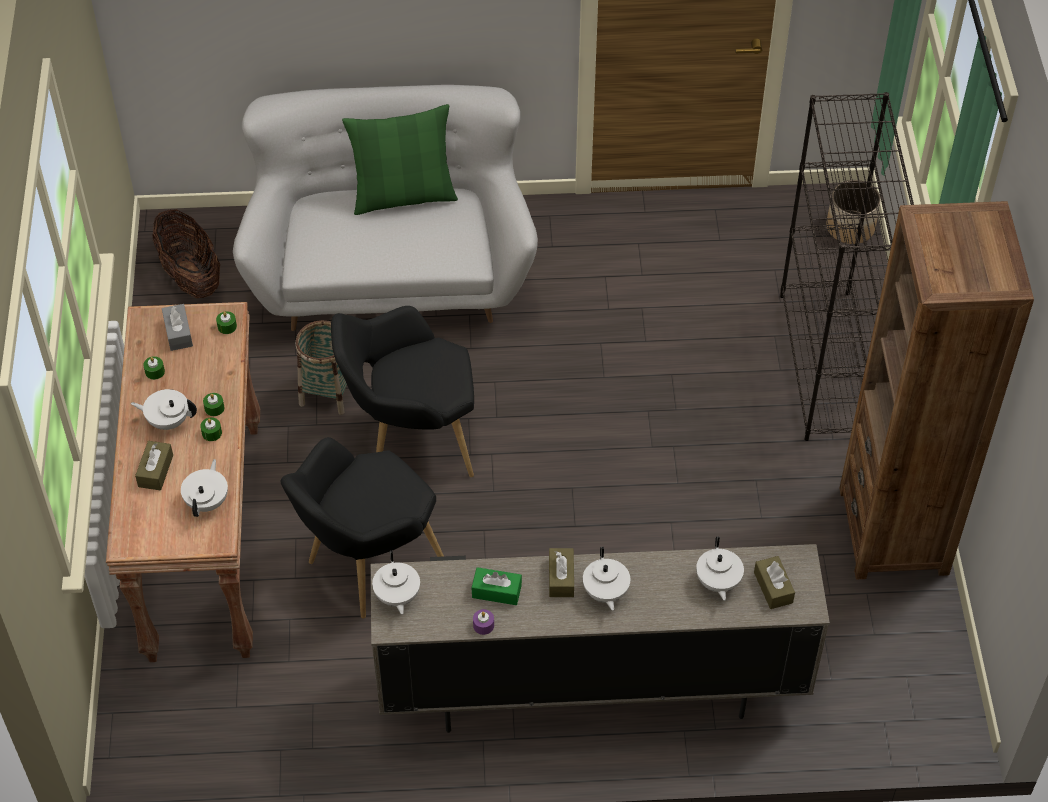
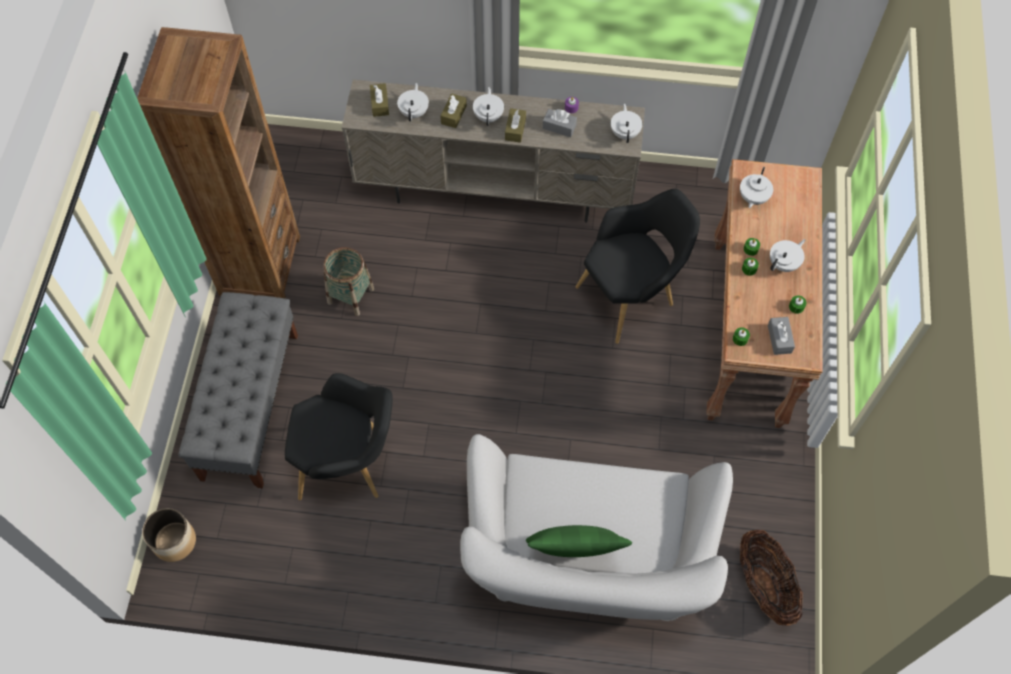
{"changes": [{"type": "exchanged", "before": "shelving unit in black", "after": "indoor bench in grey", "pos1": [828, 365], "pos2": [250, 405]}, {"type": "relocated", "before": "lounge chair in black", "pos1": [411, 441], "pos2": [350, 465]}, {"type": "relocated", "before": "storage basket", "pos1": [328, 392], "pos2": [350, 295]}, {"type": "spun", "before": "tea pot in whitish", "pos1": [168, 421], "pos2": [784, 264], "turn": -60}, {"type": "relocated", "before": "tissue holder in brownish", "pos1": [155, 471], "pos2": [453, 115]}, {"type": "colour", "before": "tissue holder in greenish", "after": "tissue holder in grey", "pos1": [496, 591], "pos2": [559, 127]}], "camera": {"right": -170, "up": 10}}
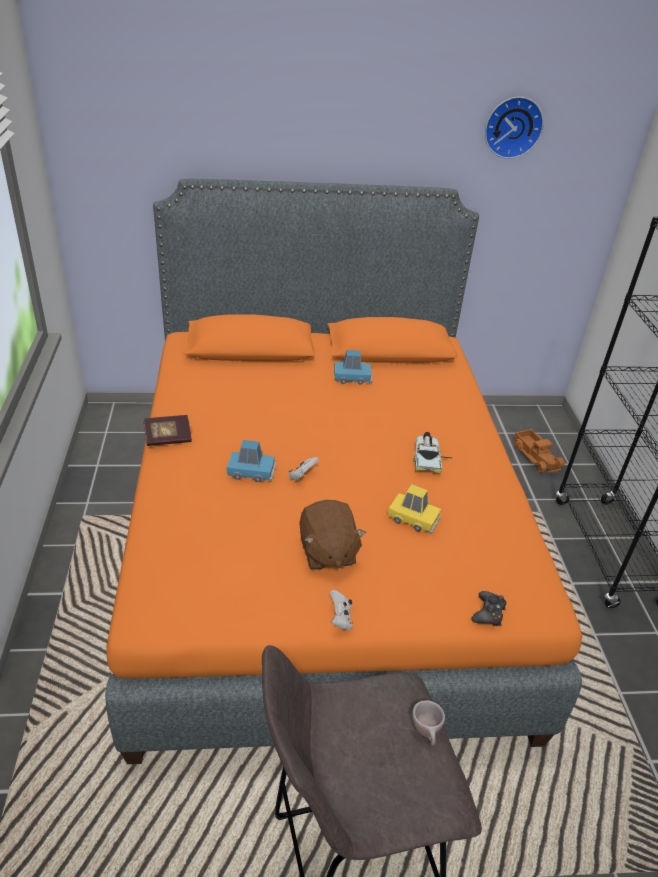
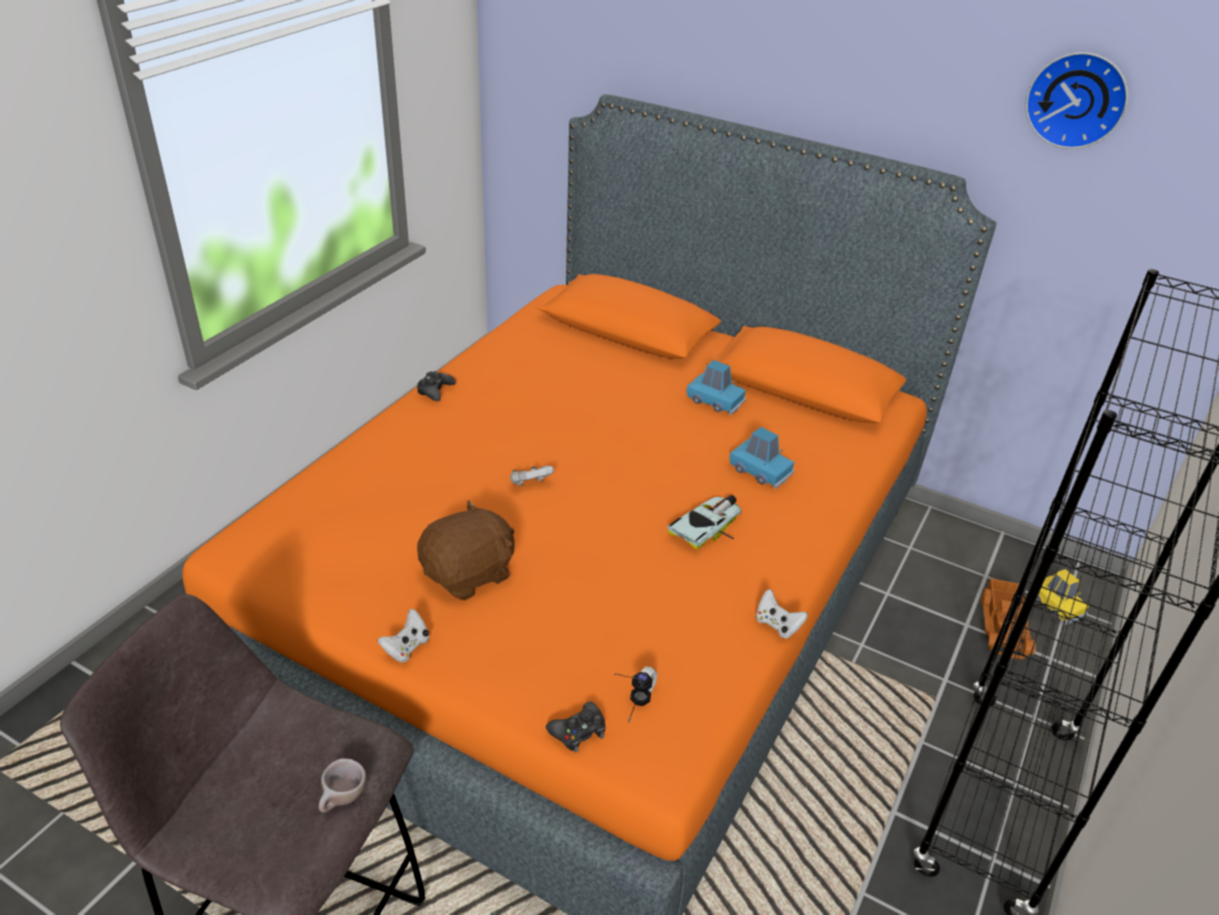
{"changes": [{"type": "exchanged", "before": "bound book", "after": "joypad in black", "pos1": [168, 438], "pos2": [435, 390]}, {"type": "relocated", "before": "model car in blue", "pos1": [251, 472], "pos2": [760, 471]}, {"type": "relocated", "before": "model car in yellow-coloured", "pos1": [413, 519], "pos2": [1056, 605]}, {"type": "spun", "before": "soft toy in brownish", "pos1": [327, 552], "pos2": [469, 574], "turn": -150}, {"type": "appeared", "after": "joypad in whitish", "pos2": [777, 625]}, {"type": "appeared", "after": "headset", "pos2": [627, 707]}], "camera": {"right": 35, "up": 0}}
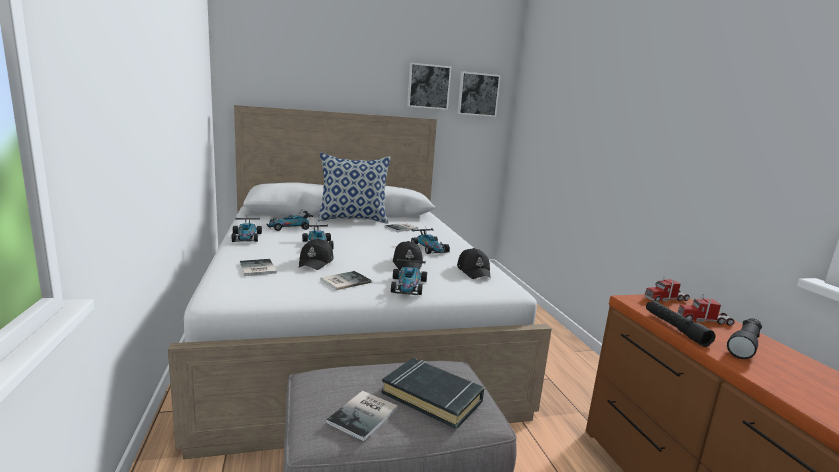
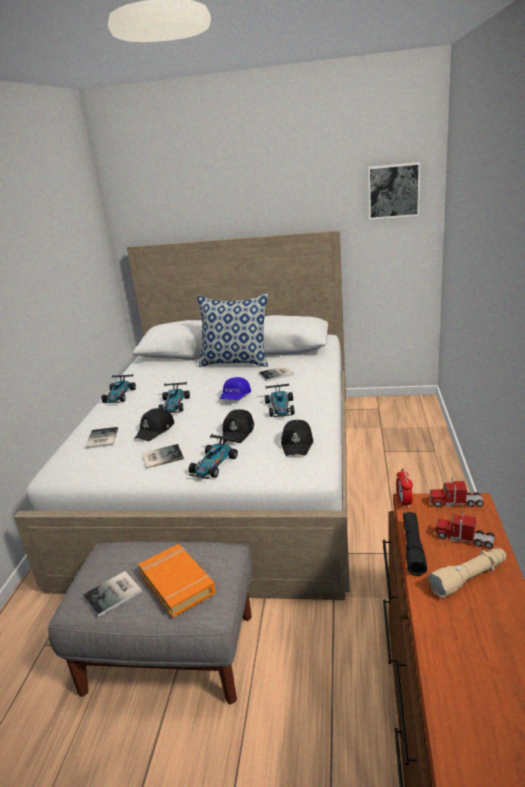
{"changes": [{"type": "missing", "before": "wall picture", "pos1": [428, 86]}, {"type": "missing", "before": "model car", "pos1": [290, 227]}, {"type": "colour", "before": "torch in black", "after": "torch in beige-coloured", "pos1": [744, 345], "pos2": [469, 578]}, {"type": "colour", "before": "bound book in black", "after": "bound book in orangey", "pos1": [432, 397], "pos2": [177, 583]}, {"type": "appeared", "after": "peaked cap in blue", "pos2": [235, 397]}, {"type": "appeared", "after": "bedside clock", "pos2": [404, 502]}], "camera": {"right": 25, "up": 10}}
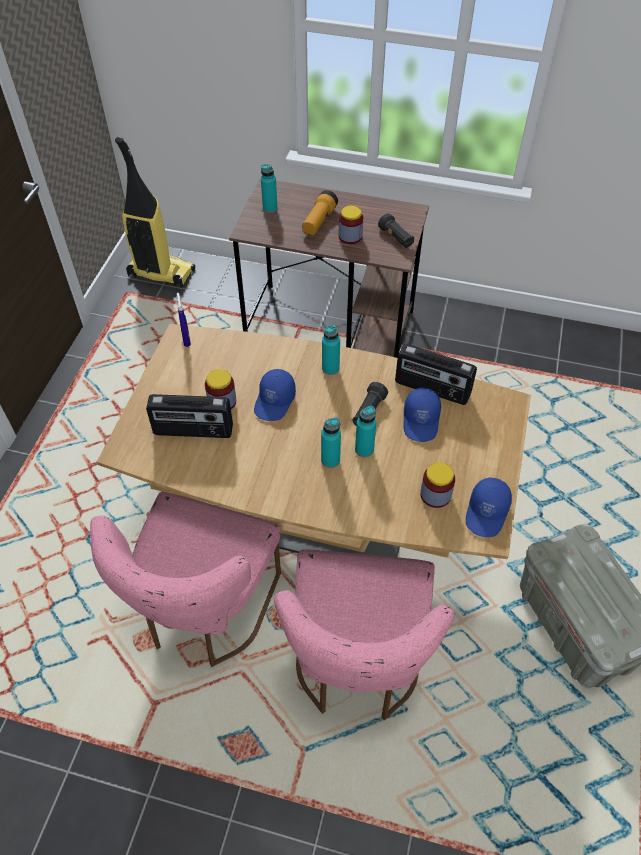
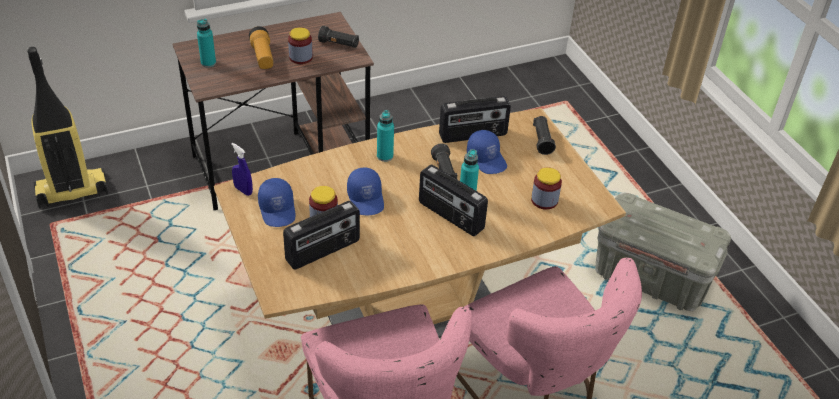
{"changes": [{"type": "exchanged", "before": "beverage bottle in turquoise", "after": "radio", "pos1": [330, 460], "pos2": [450, 216]}, {"type": "relocated", "before": "peaked cap in blue", "pos1": [487, 513], "pos2": [278, 210]}, {"type": "appeared", "after": "torch in black", "pos2": [542, 141]}], "camera": {"right": -40, "up": -10}}
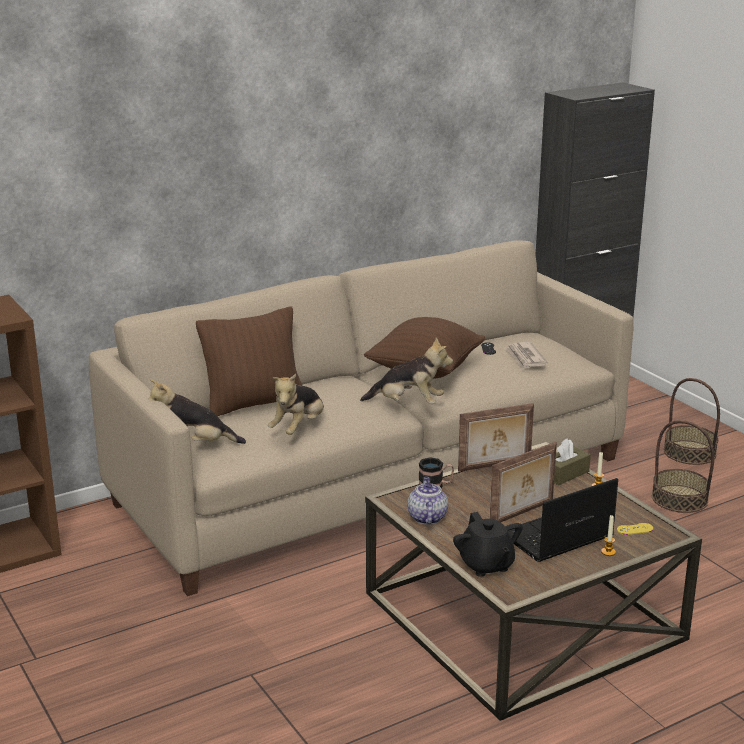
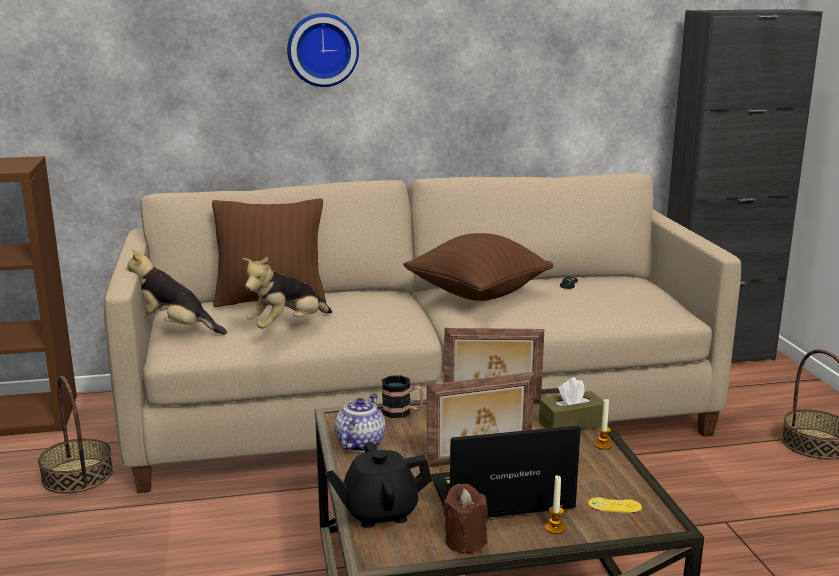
{"changes": [{"type": "missing", "before": "soft toy", "pos1": [408, 404]}, {"type": "missing", "before": "newspaper", "pos1": [525, 358]}, {"type": "relocated", "before": "storage basket", "pos1": [679, 499], "pos2": [77, 475]}, {"type": "spun", "before": "tea pot in black", "pos1": [486, 565], "pos2": [379, 512], "turn": 75}, {"type": "appeared", "after": "hanging clock", "pos2": [322, 50]}, {"type": "appeared", "after": "wax candle in brownish", "pos2": [465, 541]}], "camera": {"right": 20, "up": -5}}
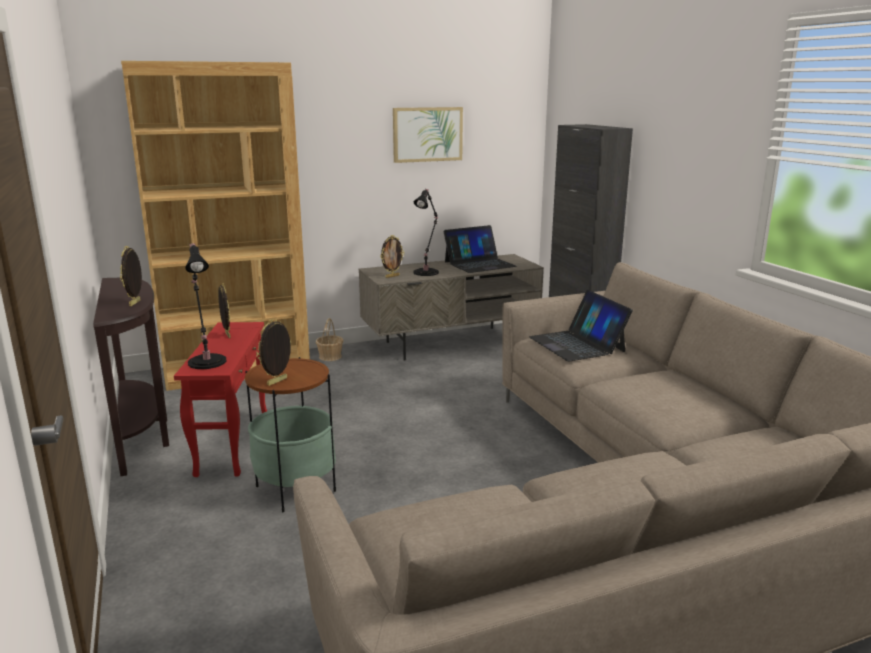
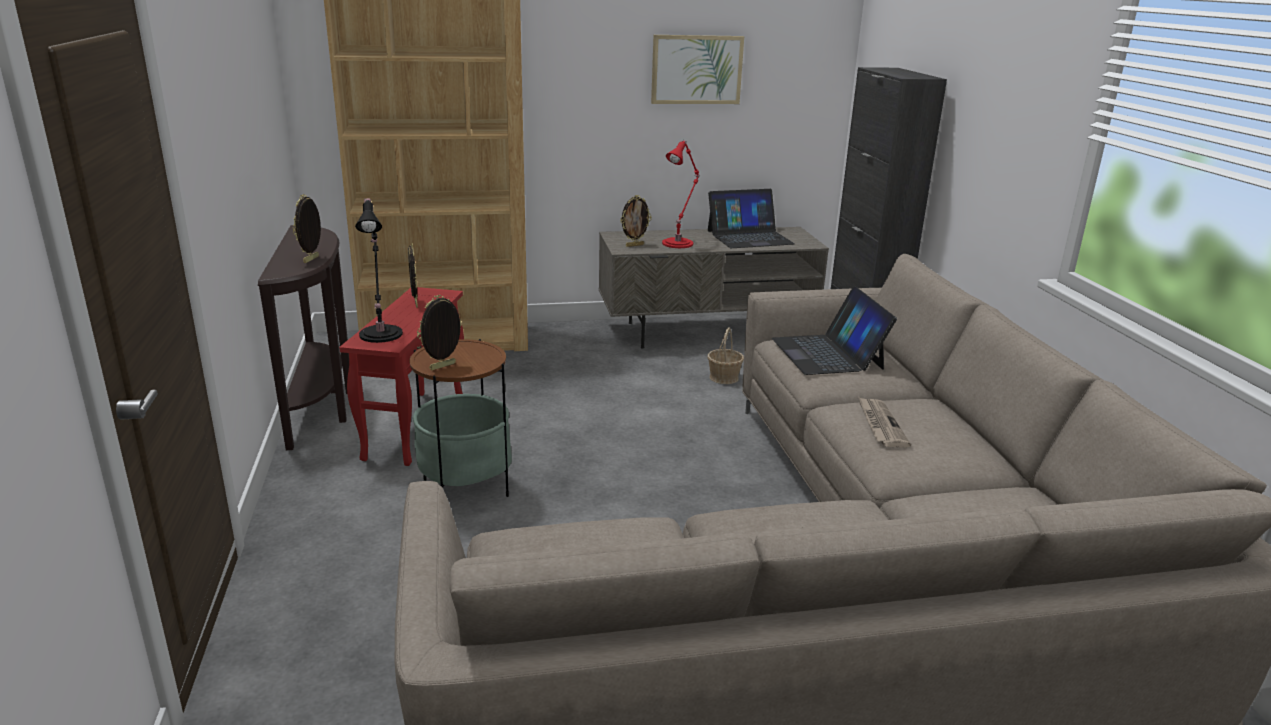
{"changes": [{"type": "colour", "before": "table lamp in black", "after": "table lamp in reddish", "pos1": [427, 272], "pos2": [679, 243]}, {"type": "relocated", "before": "storage basket", "pos1": [330, 357], "pos2": [724, 377]}, {"type": "appeared", "after": "newspaper", "pos2": [880, 424]}], "camera": {"right": 10, "up": 5}}
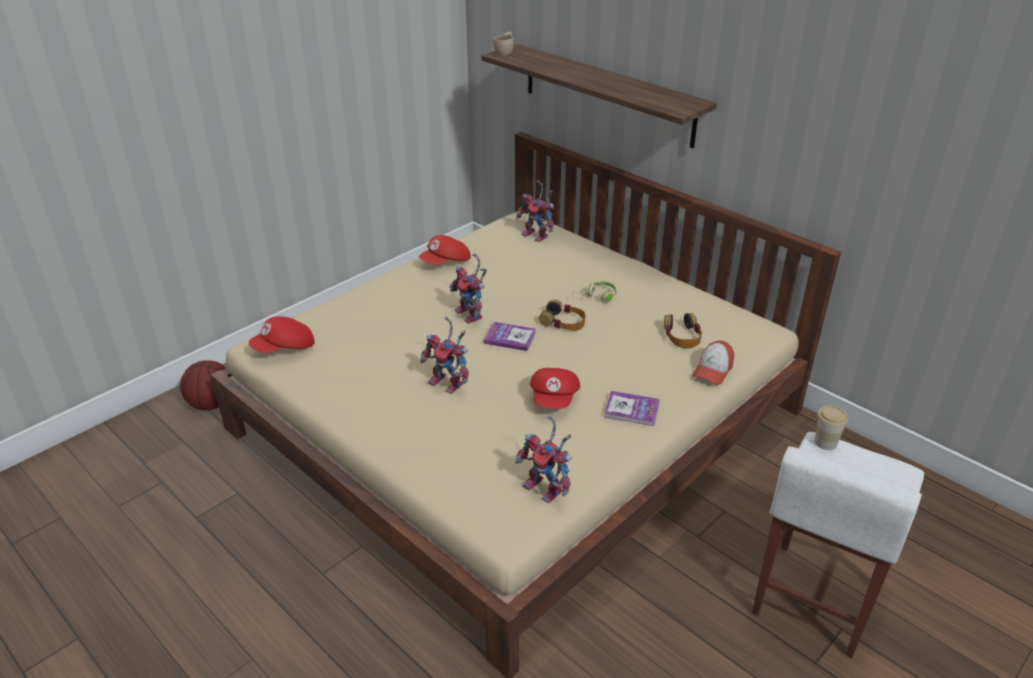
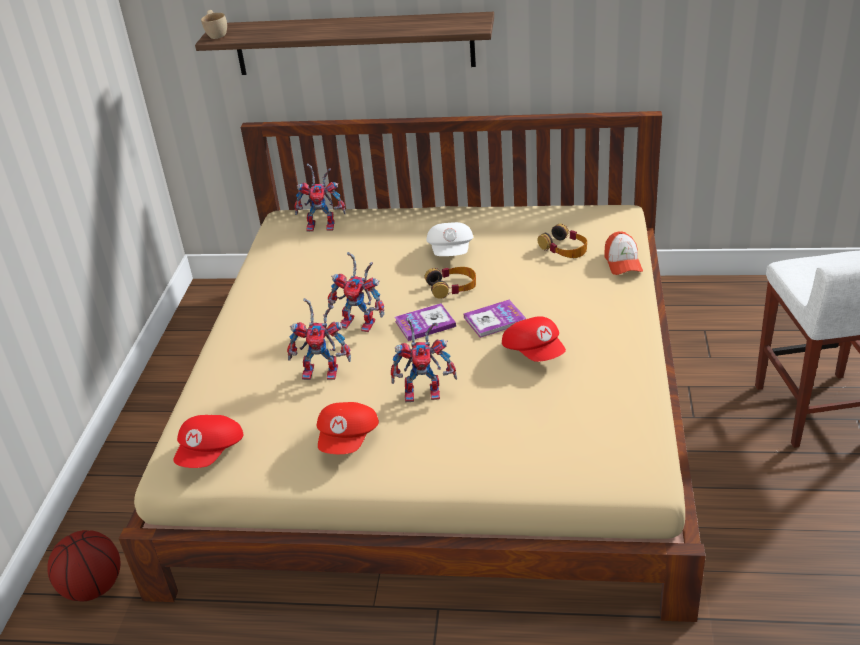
{"changes": [{"type": "relocated", "before": "peaked cap in reddish", "pos1": [446, 263], "pos2": [349, 440]}, {"type": "exchanged", "before": "headset in beige-coloured", "after": "peaked cap in whitish", "pos1": [597, 297], "pos2": [451, 252]}, {"type": "relocated", "before": "bound book", "pos1": [631, 410], "pos2": [495, 320]}, {"type": "missing", "before": "small cup", "pos1": [825, 442]}, {"type": "relocated", "before": "toy robot", "pos1": [547, 489], "pos2": [324, 371]}], "camera": {"right": -35, "up": 0}}
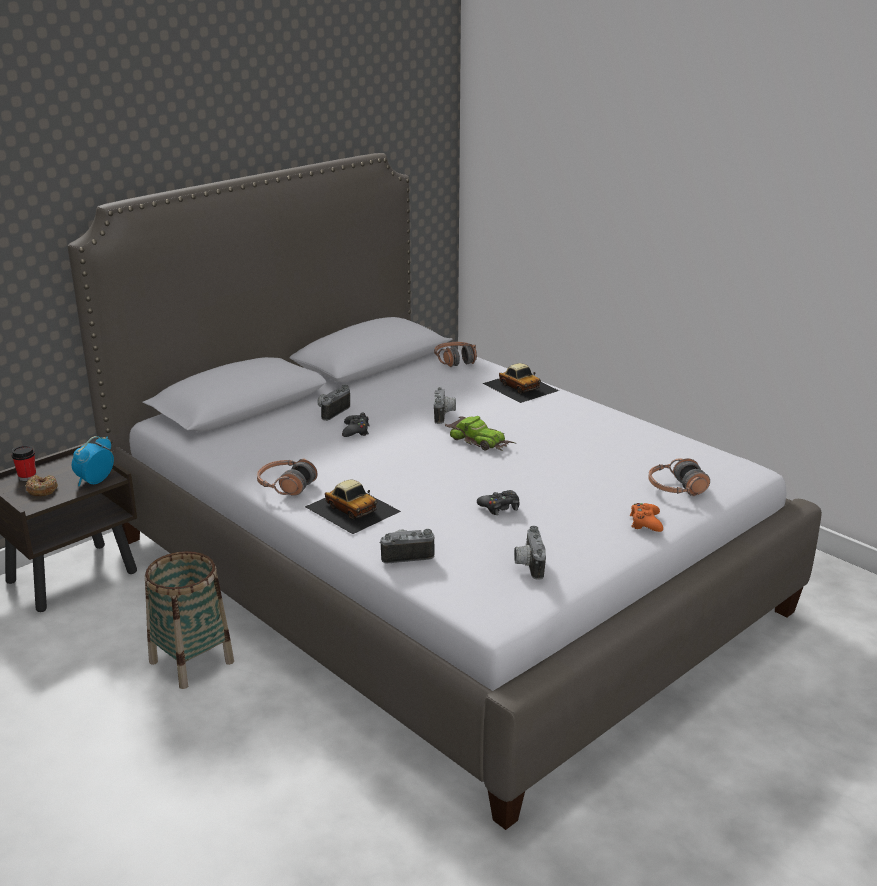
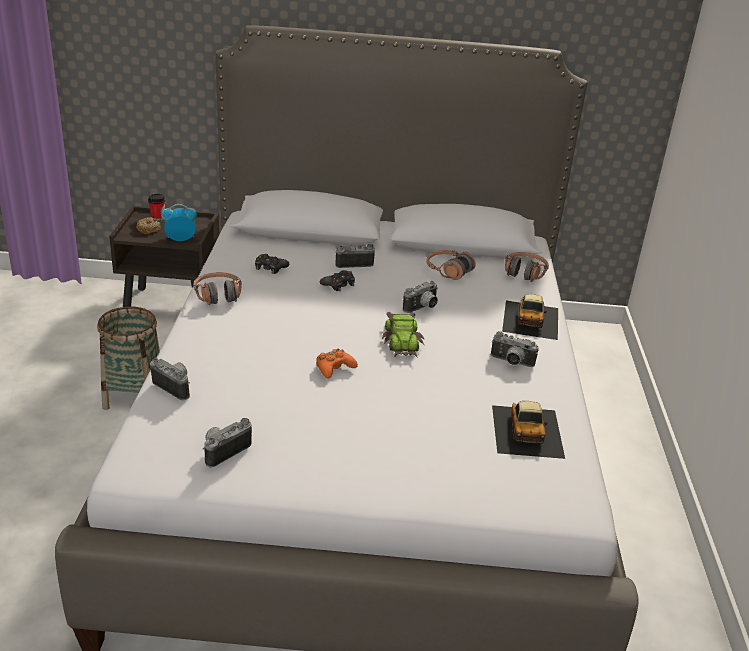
{"changes": [{"type": "relocated", "before": "headset", "pos1": [676, 488], "pos2": [448, 271]}, {"type": "relocated", "before": "model car", "pos1": [352, 508], "pos2": [527, 430]}, {"type": "relocated", "before": "joypad in black", "pos1": [500, 507], "pos2": [270, 268]}, {"type": "relocated", "before": "joypad in orangey", "pos1": [645, 523], "pos2": [334, 368]}, {"type": "appeared", "after": "still camera", "pos2": [511, 362]}], "camera": {"right": 45, "up": 5}}
